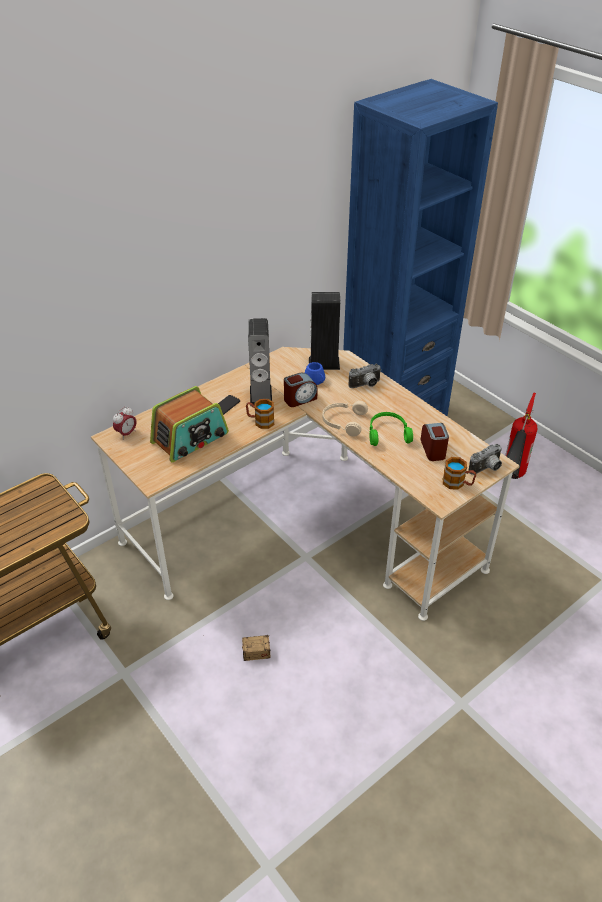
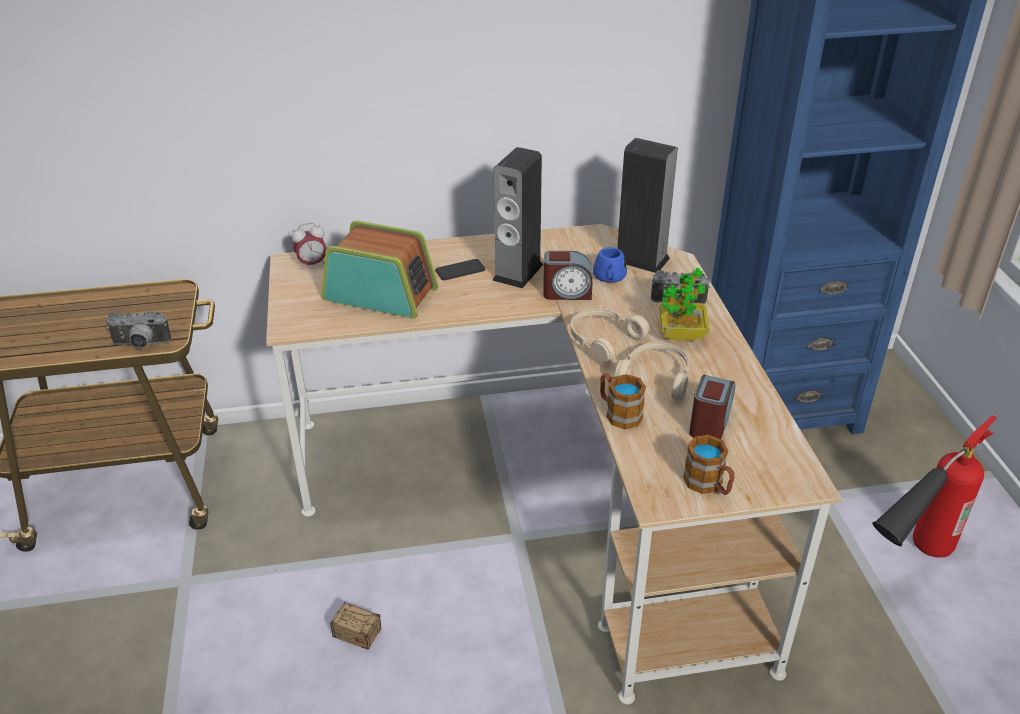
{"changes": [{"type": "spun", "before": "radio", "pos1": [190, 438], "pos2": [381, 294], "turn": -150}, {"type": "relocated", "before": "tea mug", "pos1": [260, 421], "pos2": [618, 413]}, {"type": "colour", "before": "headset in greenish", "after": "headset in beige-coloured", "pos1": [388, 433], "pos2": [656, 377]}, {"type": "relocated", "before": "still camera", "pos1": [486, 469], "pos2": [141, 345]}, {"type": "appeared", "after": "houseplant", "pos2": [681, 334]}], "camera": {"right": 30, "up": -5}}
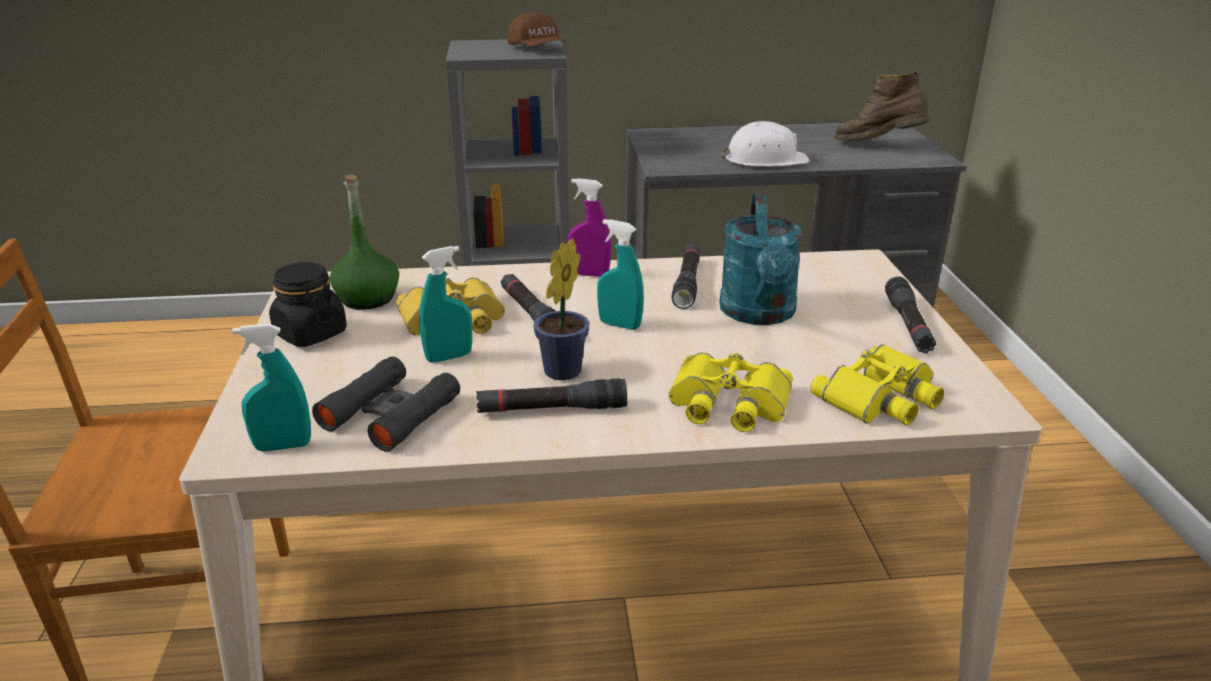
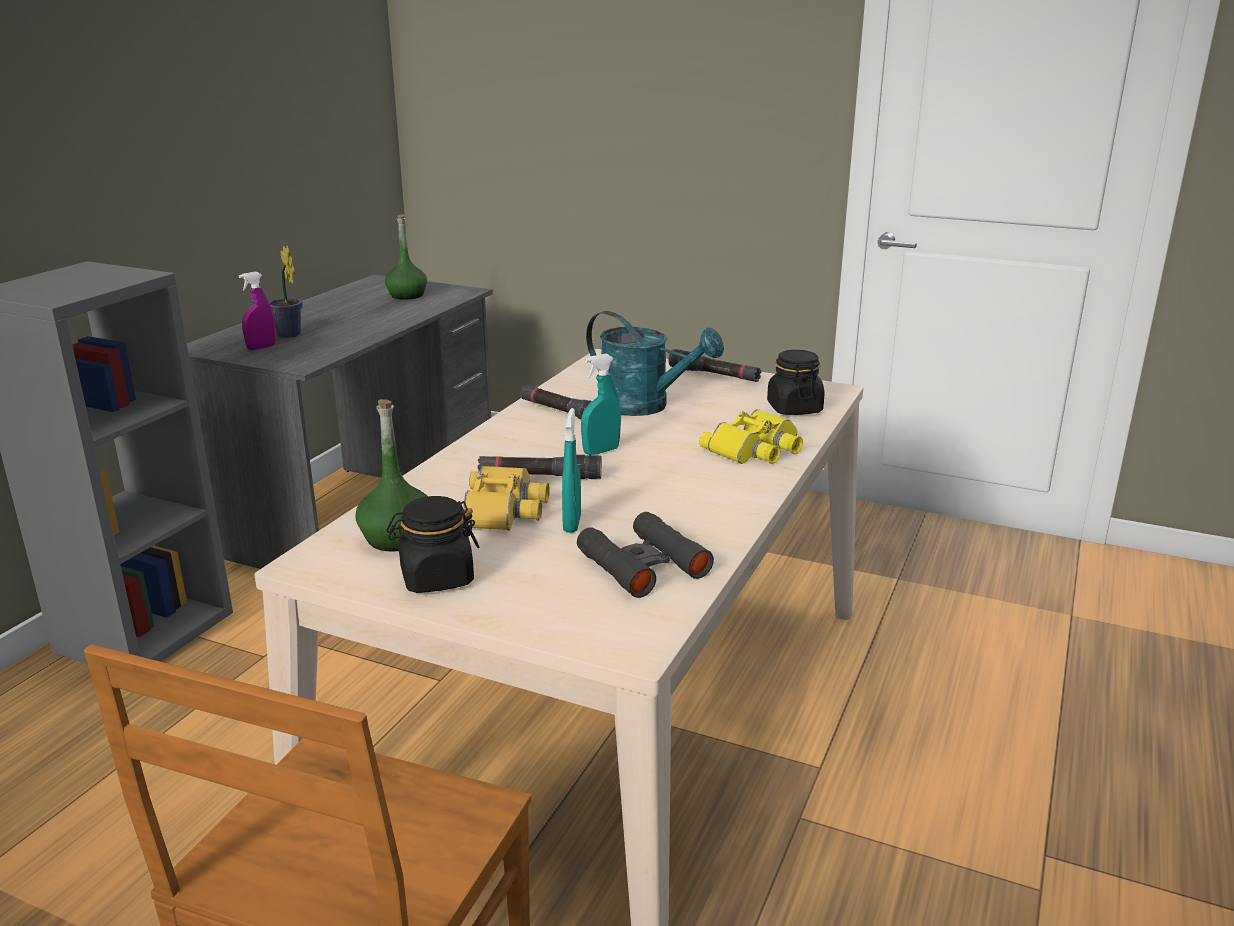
{"changes": [{"type": "missing", "before": "peaked cap in brownish", "pos1": [538, 49]}, {"type": "exchanged", "before": "high-top boot in brownish", "after": "beverage bottle in greenish", "pos1": [878, 146], "pos2": [407, 295]}, {"type": "missing", "before": "hard hat in whitish", "pos1": [765, 160]}, {"type": "relocated", "before": "spray bottle in purplish", "pos1": [589, 274], "pos2": [261, 348]}, {"type": "relocated", "before": "houseplant", "pos1": [560, 373], "pos2": [290, 335]}, {"type": "missing", "before": "spray bottle in turquoise", "pos1": [283, 446]}, {"type": "exchanged", "before": "field glasses in yellow-coloured", "after": "storage jar in black", "pos1": [881, 398], "pos2": [794, 408]}, {"type": "missing", "before": "torch in black", "pos1": [552, 409]}], "camera": {"right": -60, "up": -5}}
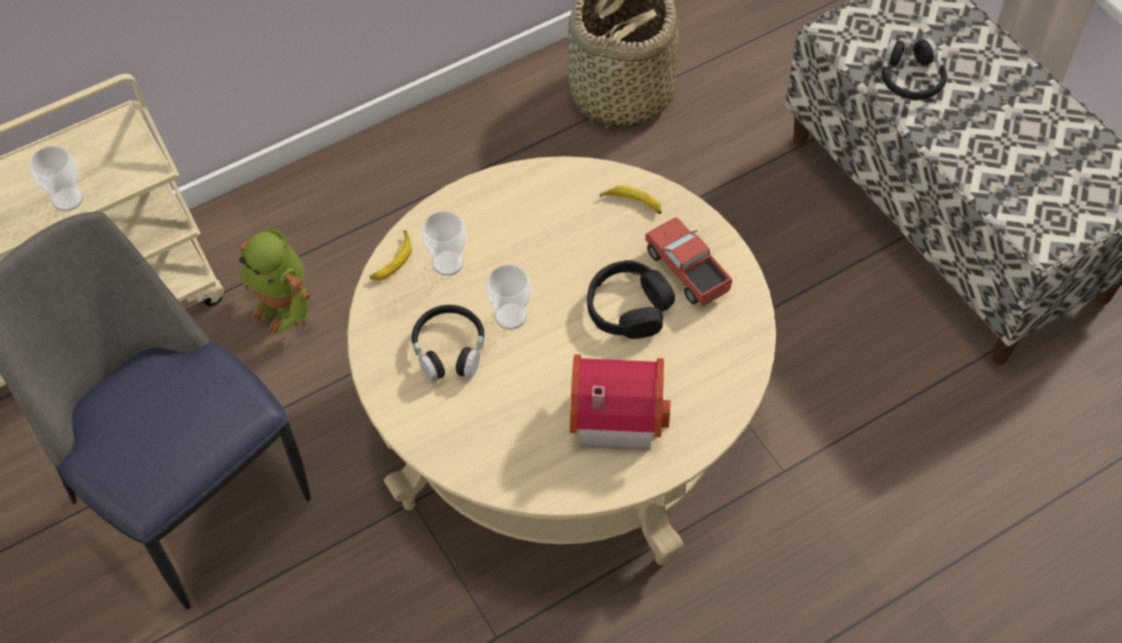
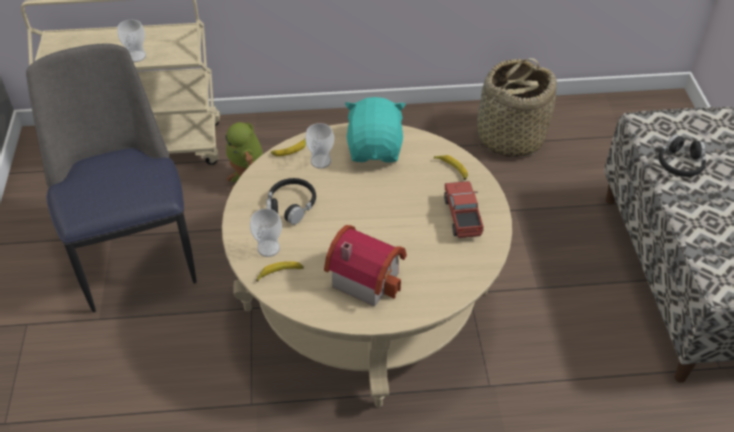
{"changes": [{"type": "missing", "before": "headset in black", "pos1": [628, 308]}, {"type": "relocated", "before": "small cup", "pos1": [510, 316], "pos2": [268, 248]}, {"type": "appeared", "after": "soft toy in turquoise", "pos2": [375, 149]}, {"type": "appeared", "after": "banana fruit", "pos2": [280, 273]}], "camera": {"right": 25, "up": -10}}
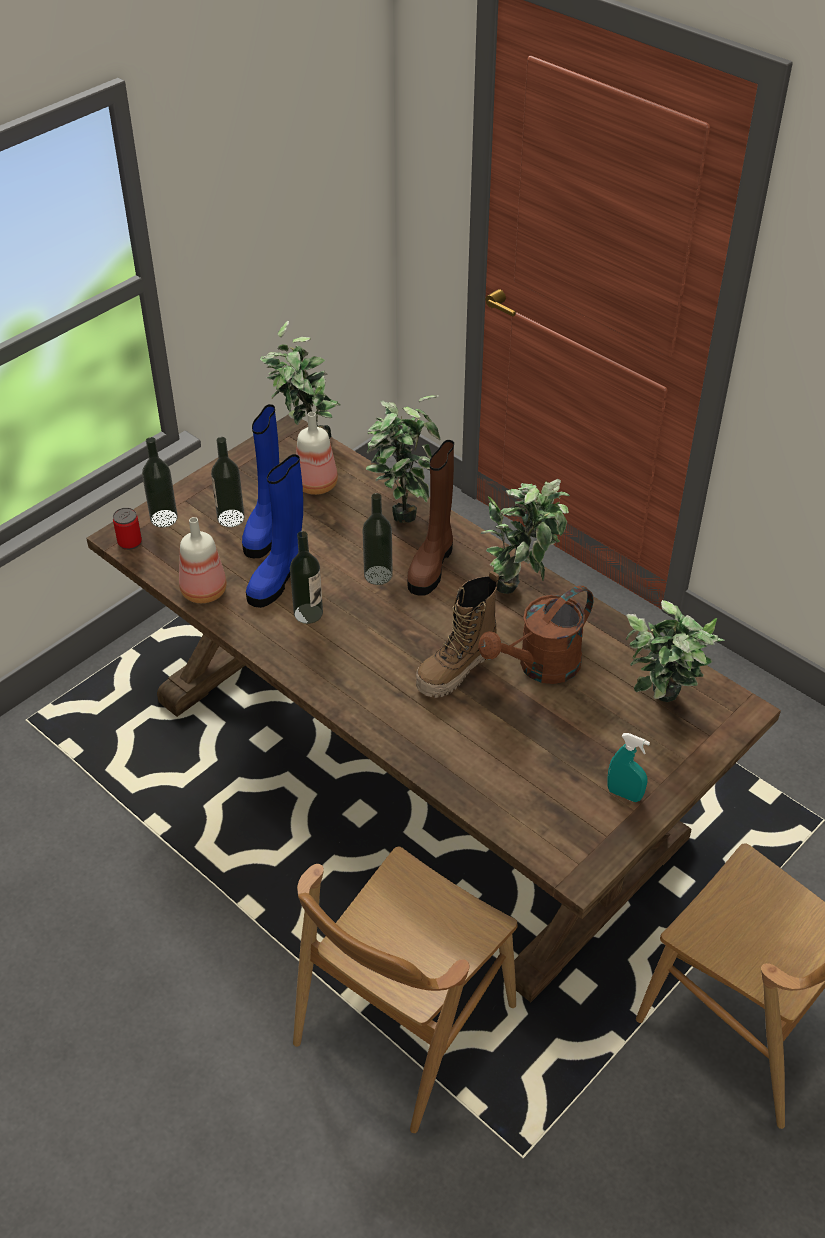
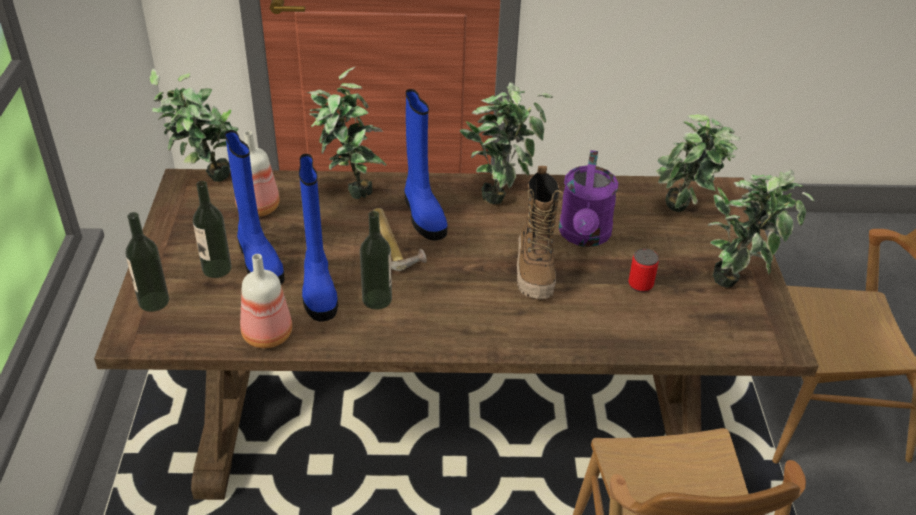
{"changes": [{"type": "colour", "before": "high-top boot in brownish", "after": "high-top boot in blue", "pos1": [431, 565], "pos2": [423, 214]}, {"type": "exchanged", "before": "beverage bottle", "after": "tool hammer", "pos1": [378, 575], "pos2": [393, 242]}, {"type": "relocated", "before": "sealed can", "pos1": [130, 542], "pos2": [640, 285]}, {"type": "colour", "before": "sprinkling can in brownish", "after": "sprinkling can in purplish", "pos1": [540, 667], "pos2": [584, 236]}, {"type": "exchanged", "before": "spray bottle in turquoise", "after": "houseplant", "pos1": [624, 794], "pos2": [739, 280]}], "camera": {"right": -45, "up": -5}}
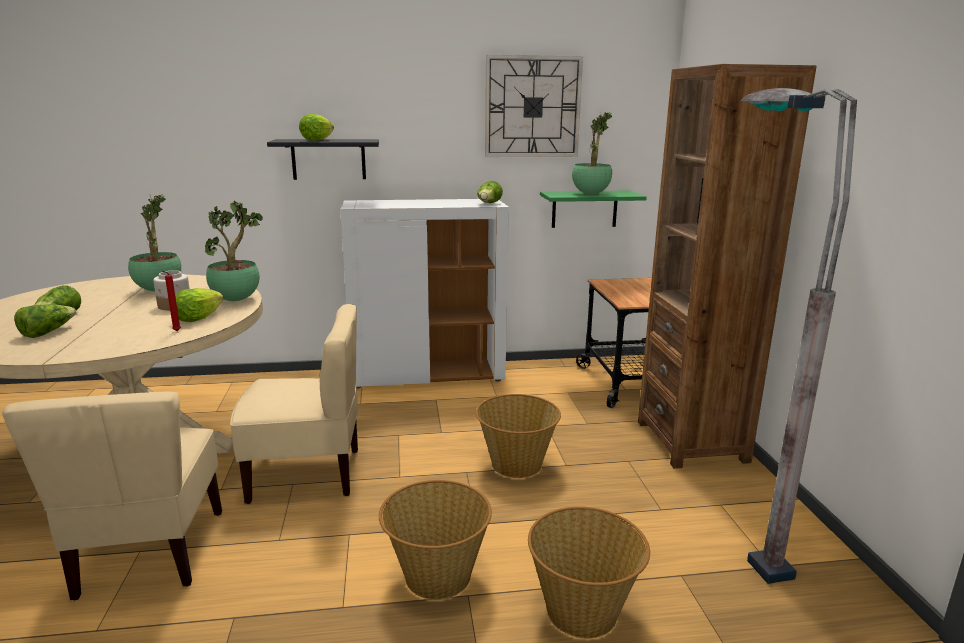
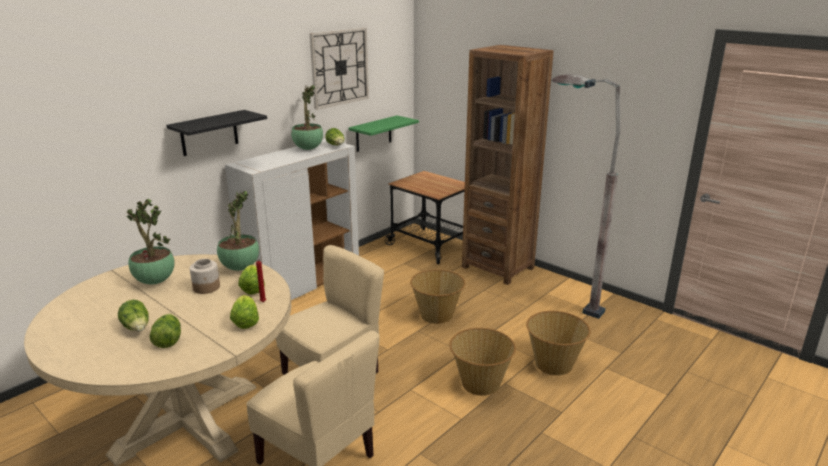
{"changes": [{"type": "relocated", "before": "houseplant", "pos1": [590, 194], "pos2": [308, 149]}, {"type": "relocated", "before": "head of lettuce", "pos1": [317, 140], "pos2": [245, 322]}], "camera": {"right": -40, "up": 5}}
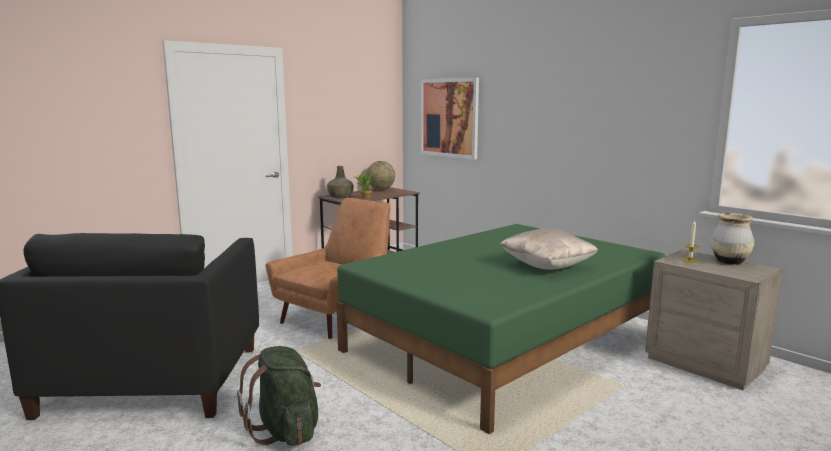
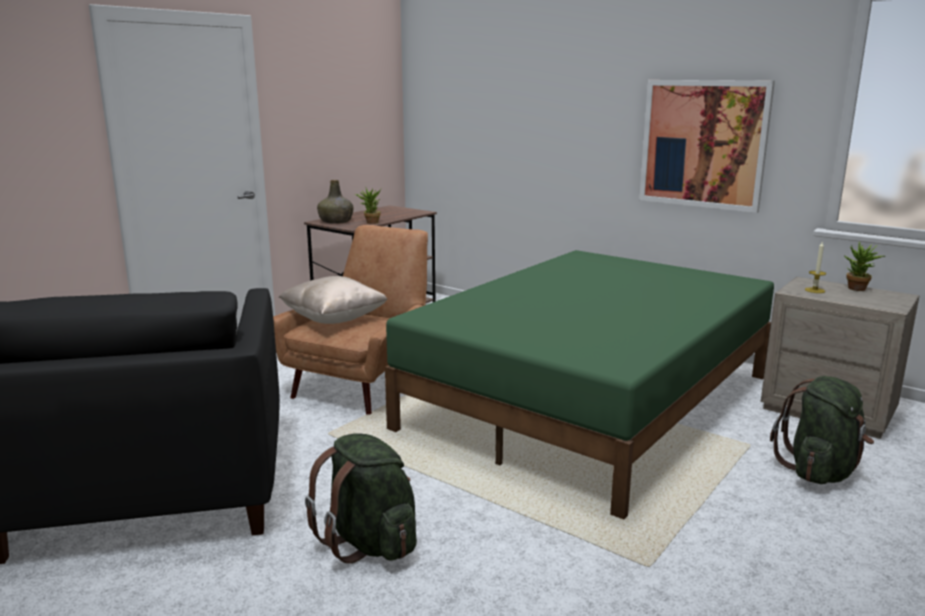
{"changes": [{"type": "relocated", "before": "wall picture", "pos1": [449, 118], "pos2": [703, 144]}, {"type": "missing", "before": "desk globe", "pos1": [380, 189]}, {"type": "exchanged", "before": "decorative vase in beige-coloured", "after": "houseplant", "pos1": [729, 262], "pos2": [858, 289]}, {"type": "relocated", "before": "pillow in beige-coloured", "pos1": [547, 266], "pos2": [334, 319]}, {"type": "appeared", "after": "rucksack in greenish", "pos2": [819, 471]}], "camera": {"right": -10, "up": 5}}
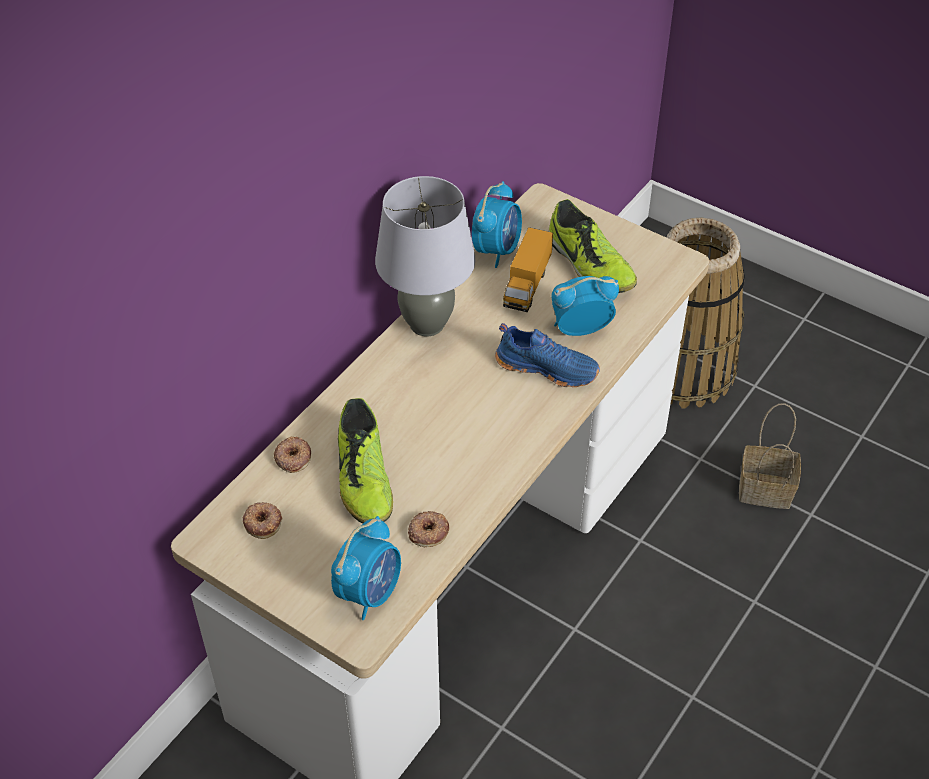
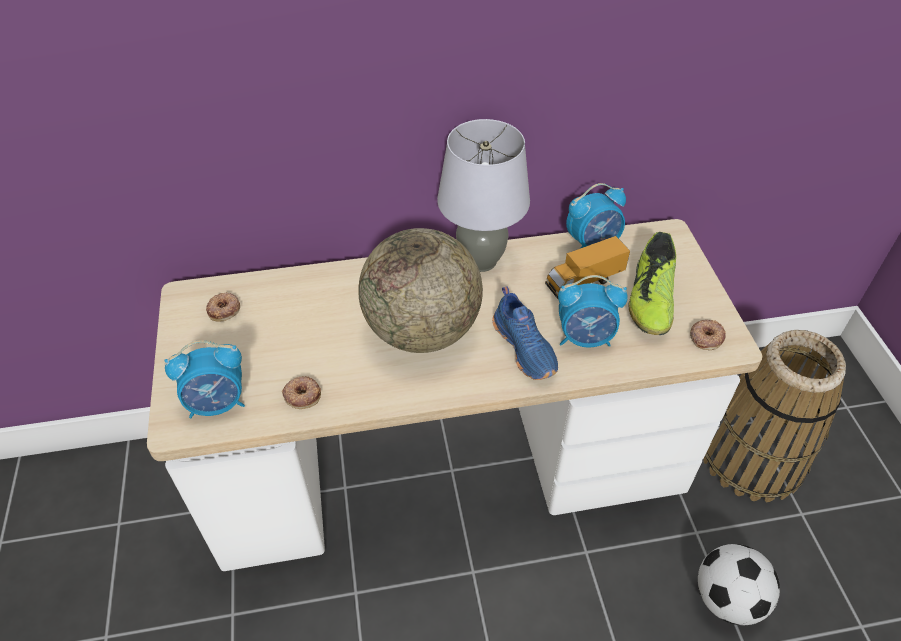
{"changes": [{"type": "spun", "before": "bedside clock", "pos1": [580, 328], "pos2": [585, 338], "turn": 150}, {"type": "missing", "before": "item of footwear", "pos1": [363, 478]}, {"type": "exchanged", "before": "storage basket", "after": "football", "pos1": [767, 489], "pos2": [727, 598]}, {"type": "relocated", "before": "ring doughnut", "pos1": [293, 457], "pos2": [706, 337]}, {"type": "appeared", "after": "desk globe", "pos2": [422, 331]}], "camera": {"right": 45, "up": 0}}
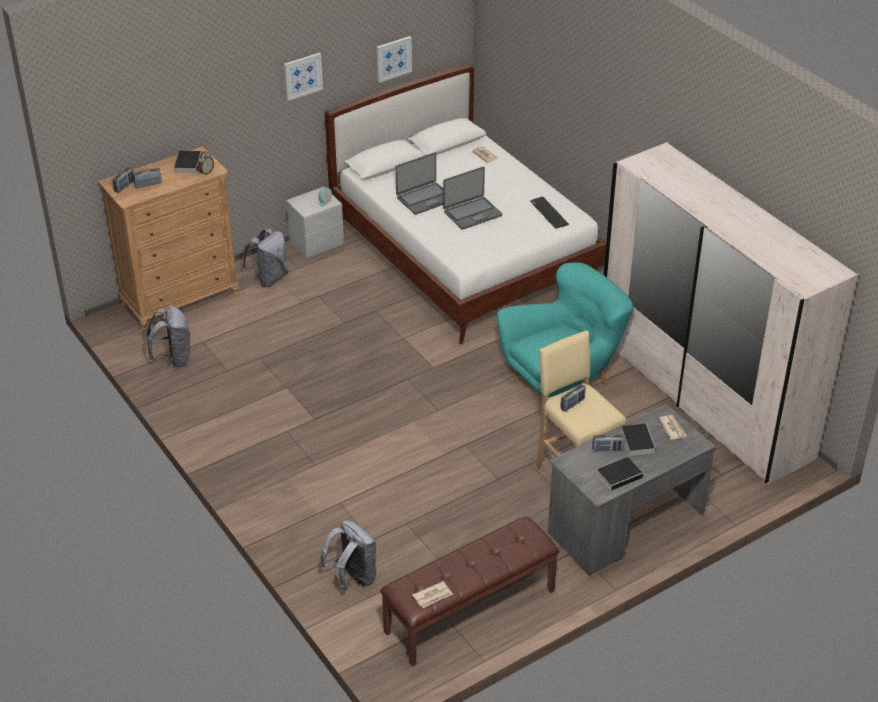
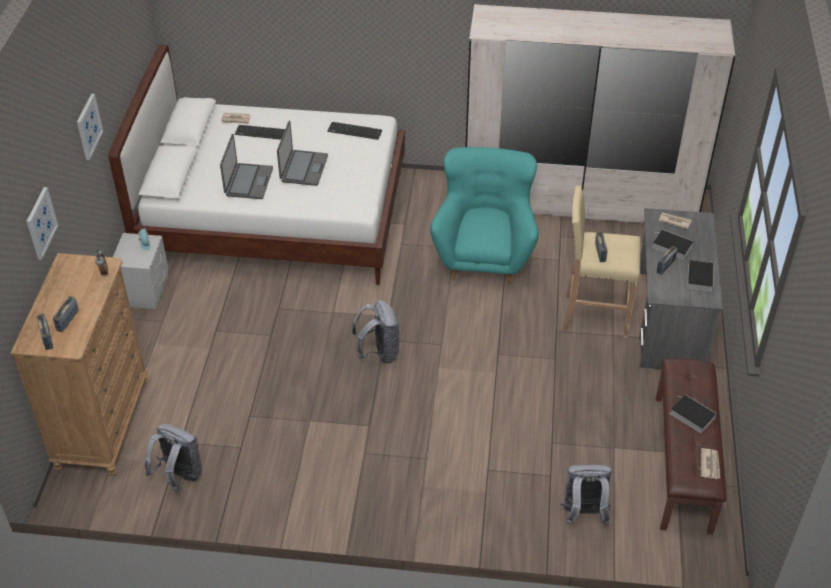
{"changes": [{"type": "relocated", "before": "wall picture", "pos1": [393, 58], "pos2": [40, 223]}, {"type": "relocated", "before": "bound book", "pos1": [188, 163], "pos2": [691, 415]}, {"type": "relocated", "before": "rucksack in grey", "pos1": [269, 278], "pos2": [379, 353]}, {"type": "appeared", "after": "PC keyboard", "pos2": [262, 133]}], "camera": {"right": -50, "up": 5}}
